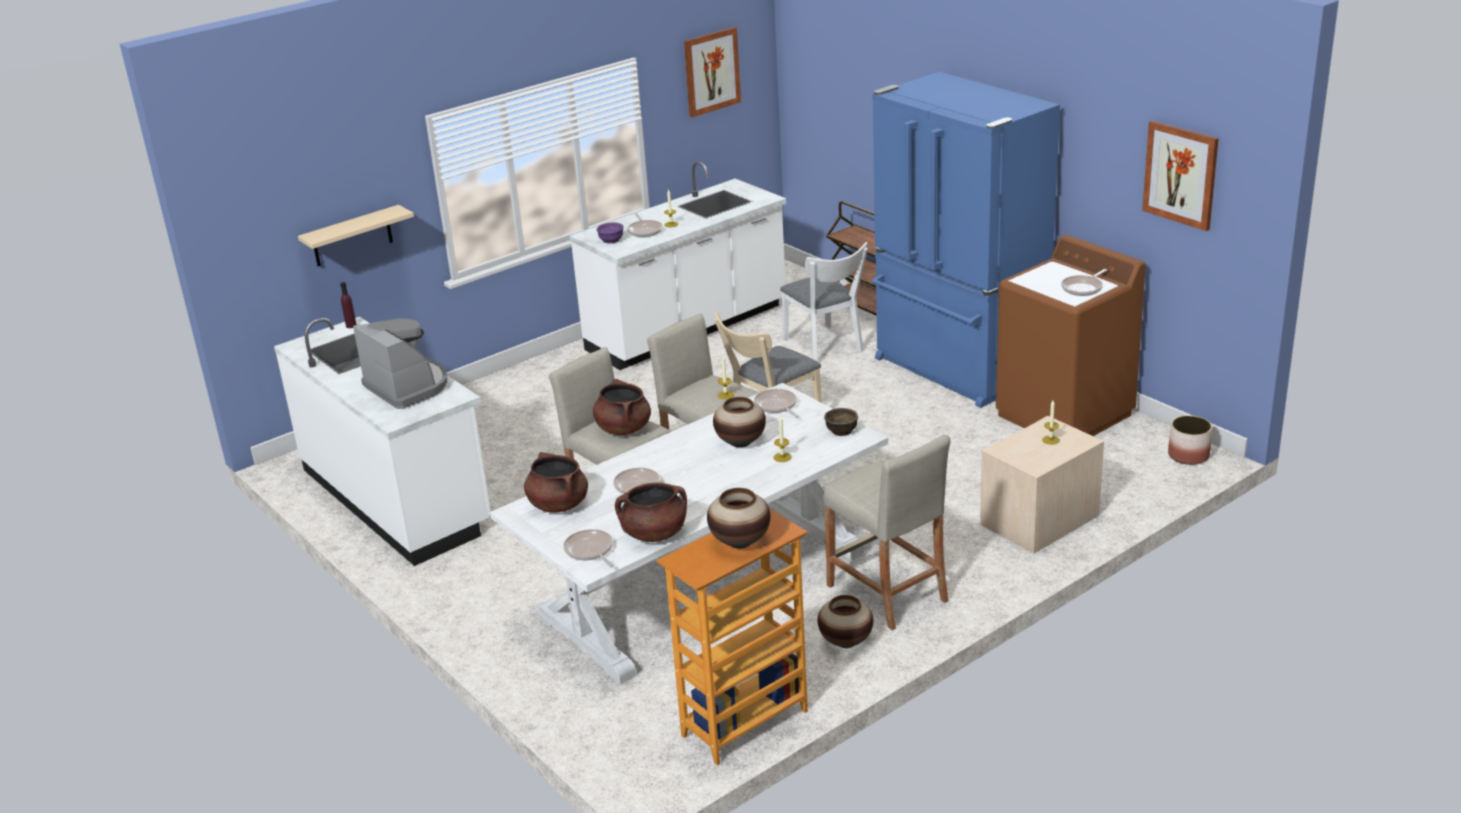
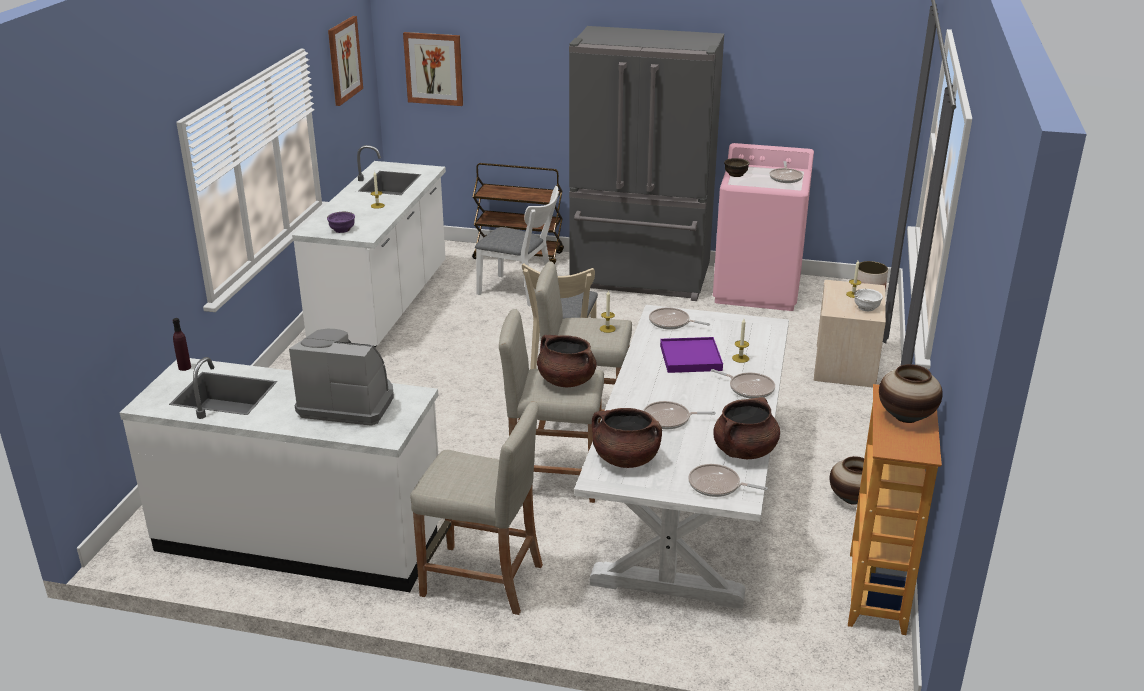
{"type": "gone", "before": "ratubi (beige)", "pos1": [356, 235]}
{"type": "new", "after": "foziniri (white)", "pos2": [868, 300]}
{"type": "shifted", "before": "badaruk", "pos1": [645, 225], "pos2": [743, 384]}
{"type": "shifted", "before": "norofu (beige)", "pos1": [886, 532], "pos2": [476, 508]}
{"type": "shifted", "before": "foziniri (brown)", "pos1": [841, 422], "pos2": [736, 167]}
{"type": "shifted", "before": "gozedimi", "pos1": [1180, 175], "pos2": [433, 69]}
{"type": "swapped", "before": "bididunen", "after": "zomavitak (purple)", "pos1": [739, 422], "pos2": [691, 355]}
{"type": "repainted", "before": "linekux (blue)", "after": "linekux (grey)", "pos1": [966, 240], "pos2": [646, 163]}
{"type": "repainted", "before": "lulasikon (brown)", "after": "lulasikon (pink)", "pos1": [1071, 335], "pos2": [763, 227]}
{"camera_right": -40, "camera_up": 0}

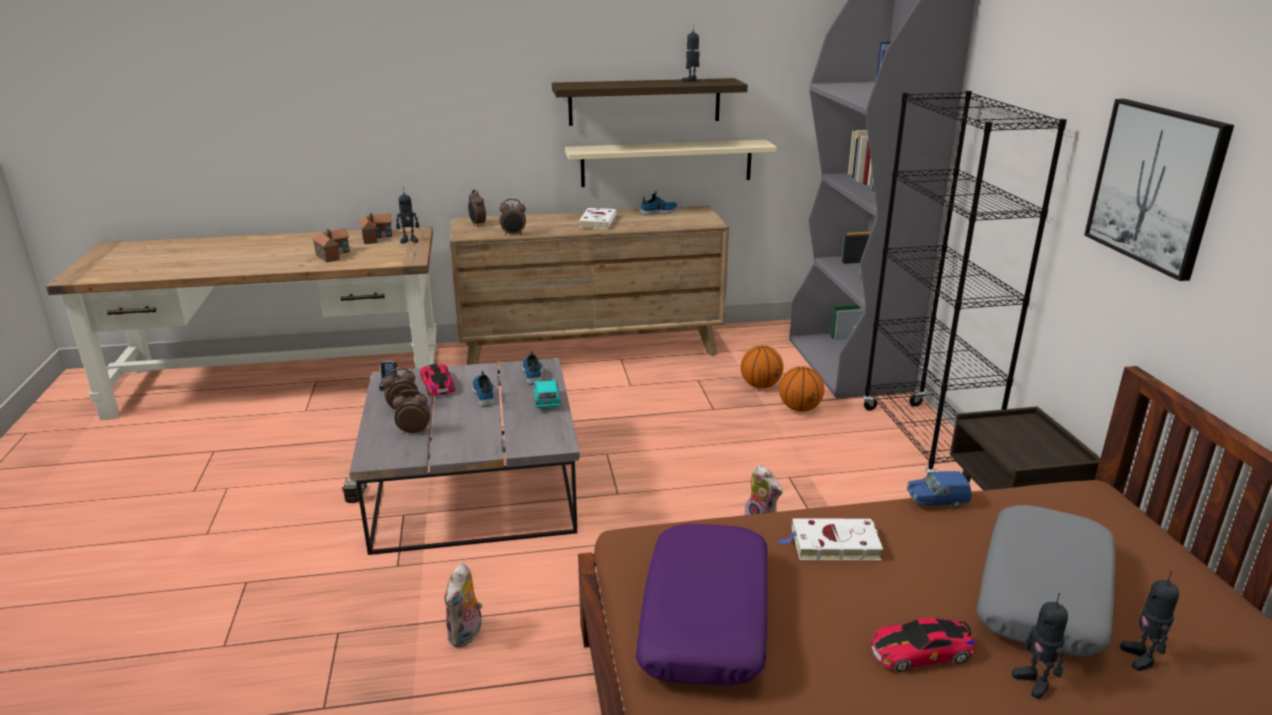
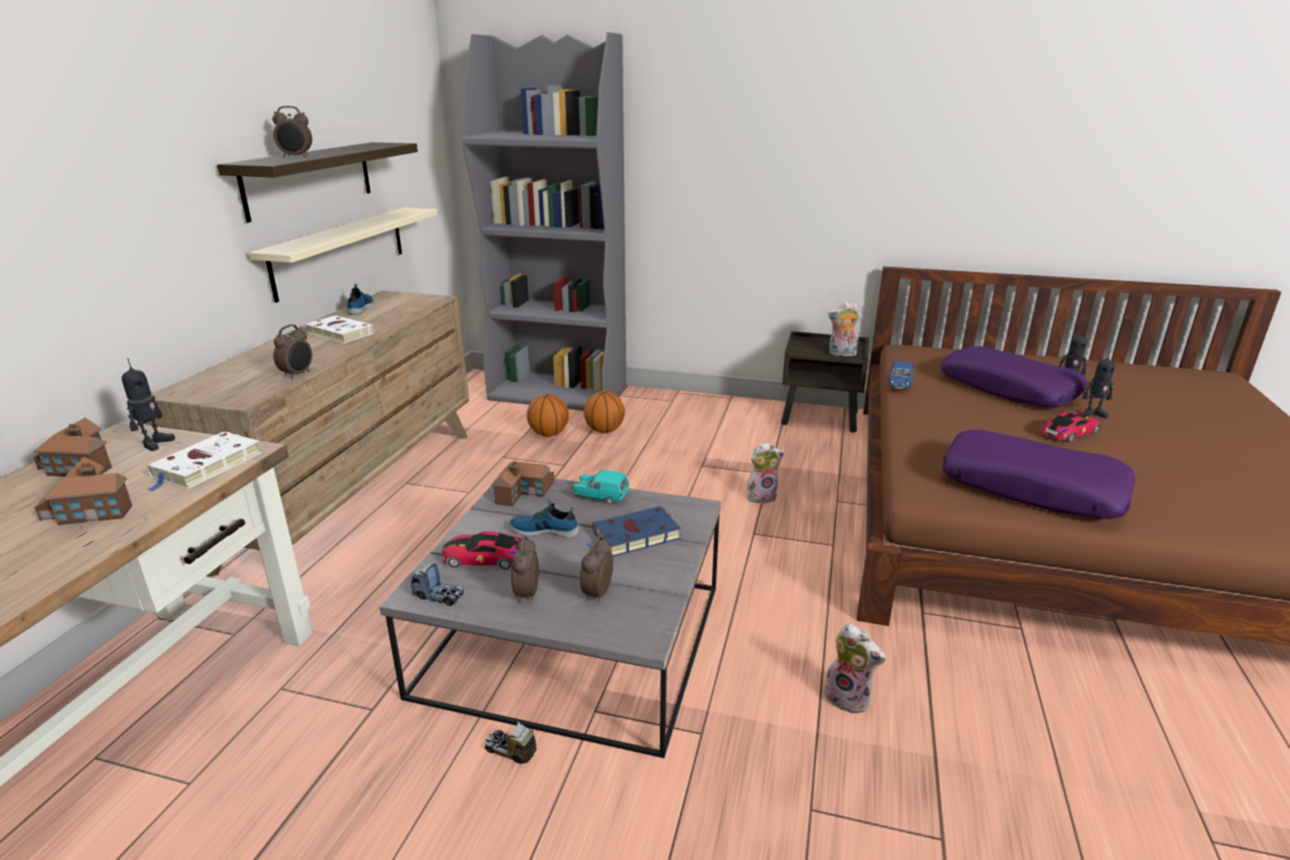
{"type": "gone", "before": "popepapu", "pos1": [690, 53]}
{"type": "gone", "before": "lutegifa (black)", "pos1": [965, 283]}
{"type": "gone", "before": "gozedimi", "pos1": [1159, 190]}
{"type": "new", "after": "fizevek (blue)", "pos2": [633, 531]}
{"type": "new", "after": "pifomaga", "pos2": [844, 329]}
{"type": "shifted", "before": "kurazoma", "pos1": [477, 208], "pos2": [292, 132]}
{"type": "shifted", "before": "fizevek (white)", "pos1": [830, 539], "pos2": [204, 462]}
{"type": "swapped", "before": "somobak", "after": "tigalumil", "pos1": [532, 367], "pos2": [522, 483]}
{"type": "repainted", "before": "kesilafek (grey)", "after": "kesilafek (purple)", "pos1": [1046, 580], "pos2": [1014, 376]}
{"type": "rotated", "before": "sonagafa", "pos1": [923, 645], "pos2": [1071, 427], "turn": -135}
{"camera_right": -65, "camera_up": 0}

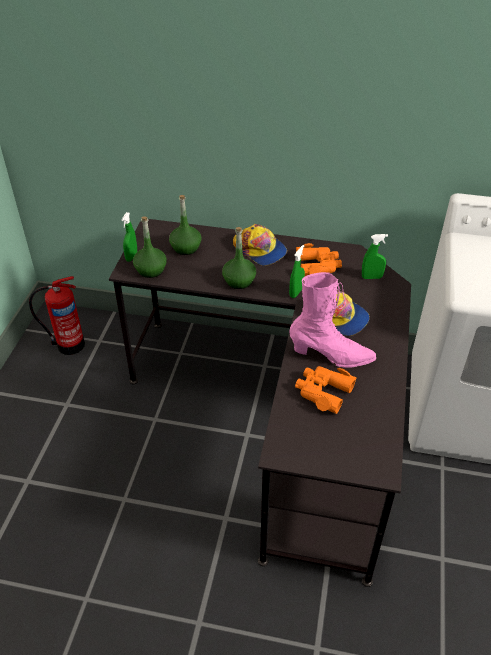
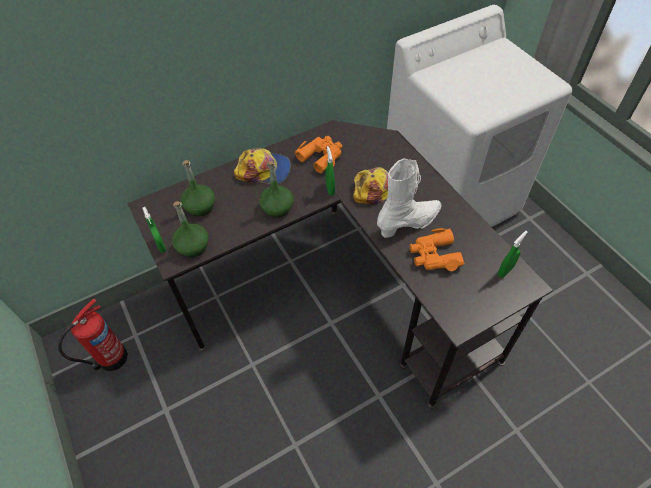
{"type": "shifted", "before": "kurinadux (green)", "pos1": [375, 256], "pos2": [513, 254]}
{"type": "repainted", "before": "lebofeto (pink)", "after": "lebofeto (white)", "pos1": [332, 320], "pos2": [409, 198]}
{"camera_right": -40, "camera_up": 10}

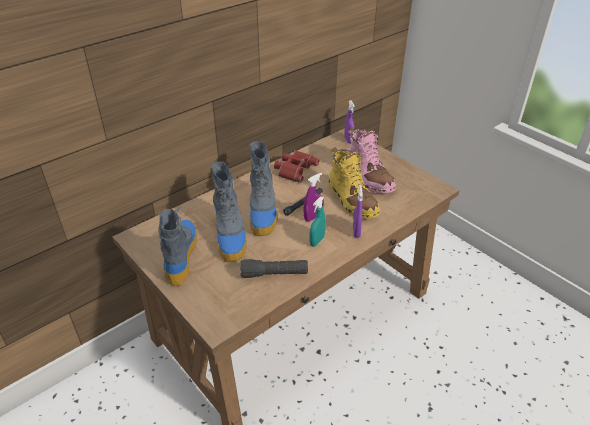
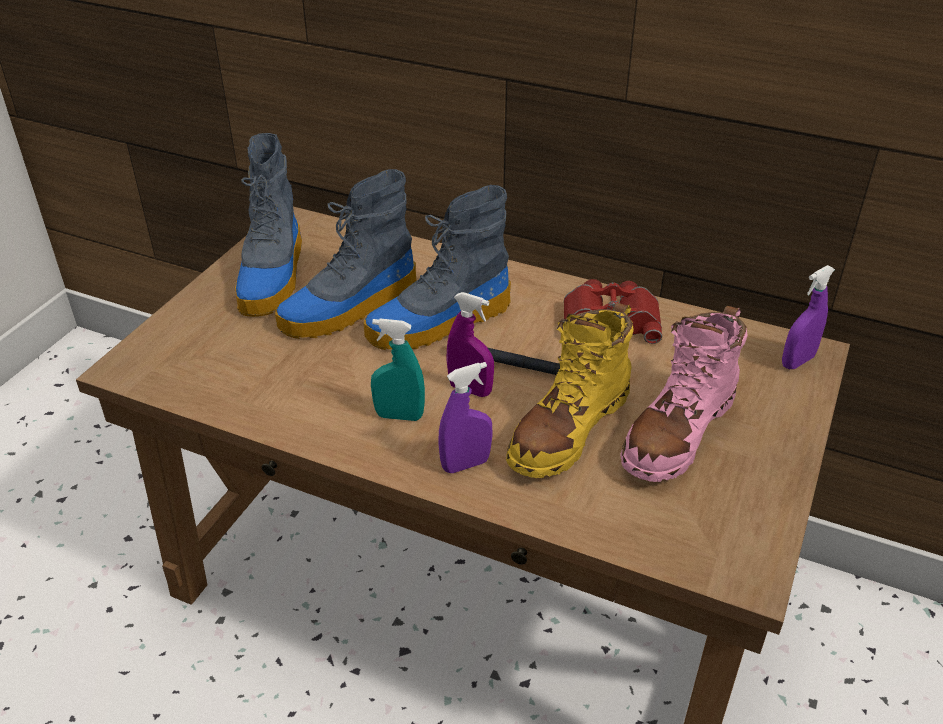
{"type": "gone", "before": "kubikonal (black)", "pos1": [274, 268]}
{"type": "rotated", "before": "lebofeto", "pos1": [177, 246], "pos2": [268, 225], "turn": 120}
{"camera_right": 65, "camera_up": 0}

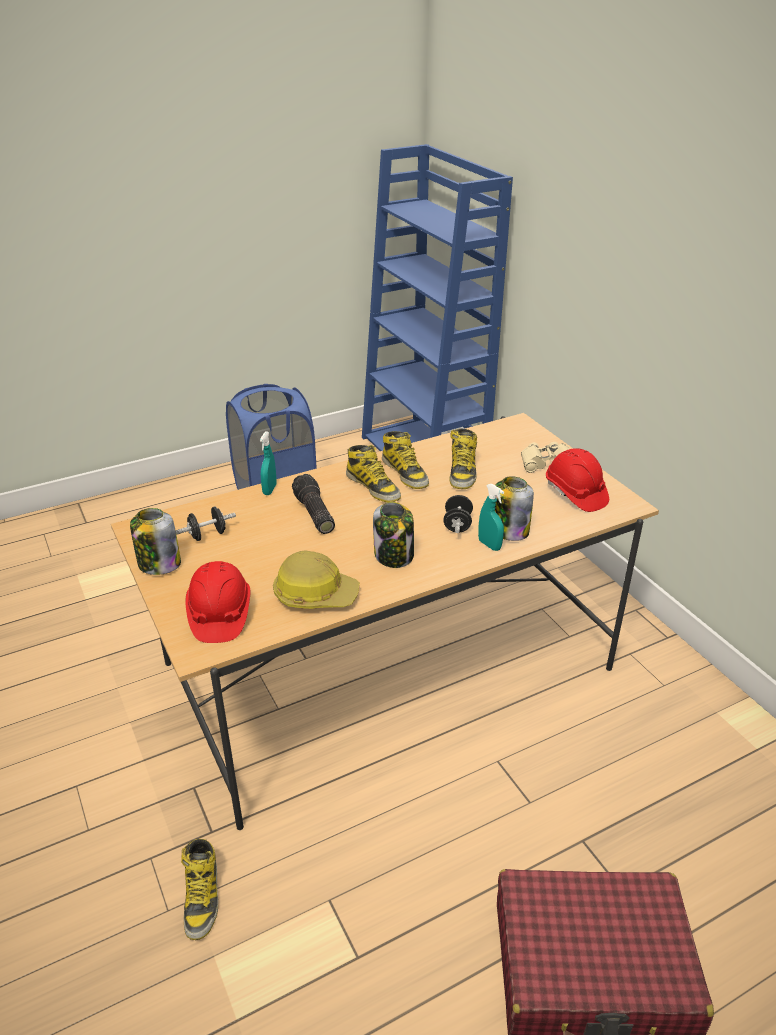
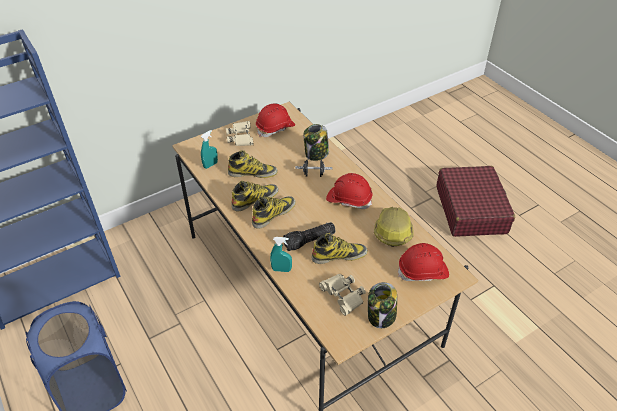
{"type": "shifted", "before": "lebofeto", "pos1": [199, 889], "pos2": [340, 248]}
{"type": "shifted", "before": "kurinadux (turquoise)", "pos1": [491, 517], "pos2": [209, 149]}
{"type": "swapped", "before": "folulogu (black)", "after": "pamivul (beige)", "pos1": [206, 524], "pos2": [342, 295]}
{"type": "swapped", "before": "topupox", "after": "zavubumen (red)", "pos1": [393, 535], "pos2": [349, 191]}
{"camera_right": -95, "camera_up": 10}

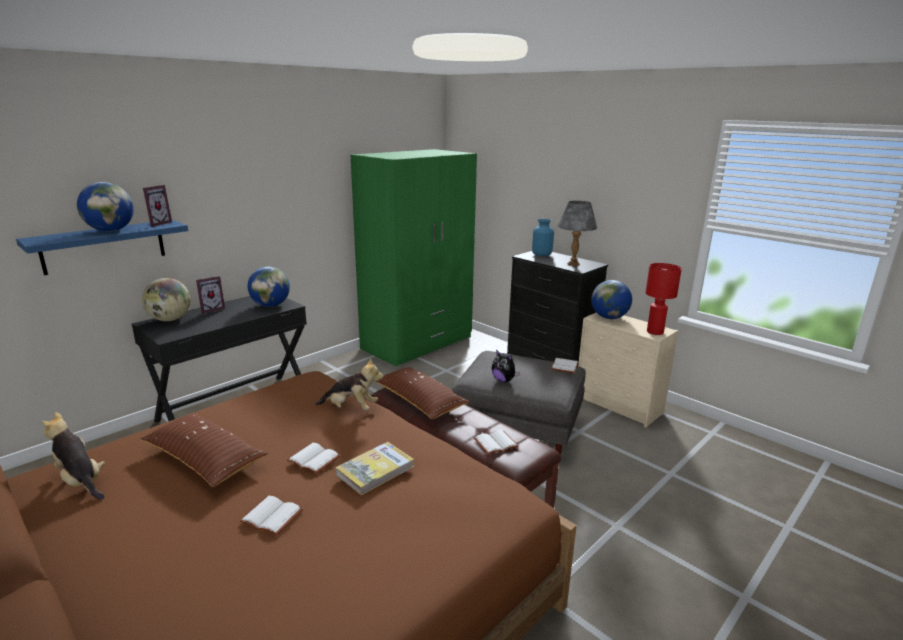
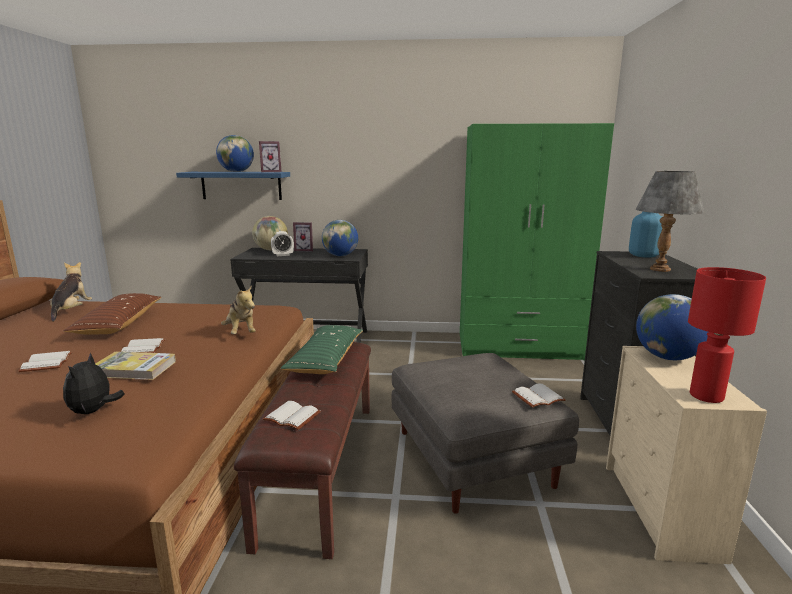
{"type": "new", "after": "kurazoma", "pos2": [282, 243]}
{"type": "shifted", "before": "pifomaga", "pos1": [506, 365], "pos2": [94, 383]}
{"type": "repainted", "before": "kesilafek (brown)", "after": "kesilafek (green)", "pos1": [422, 393], "pos2": [321, 349]}
{"camera_right": 50, "camera_up": -5}

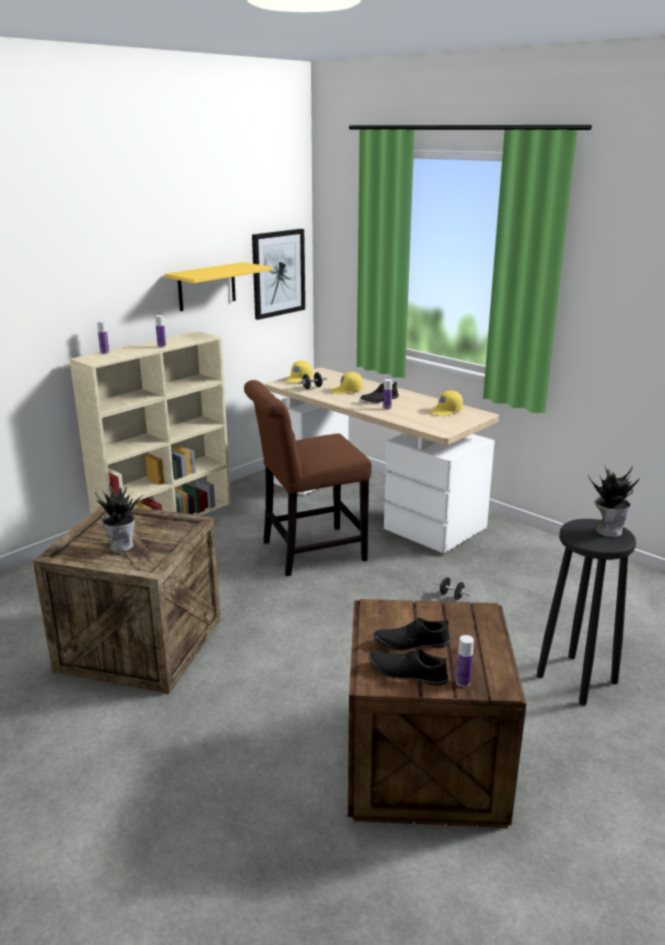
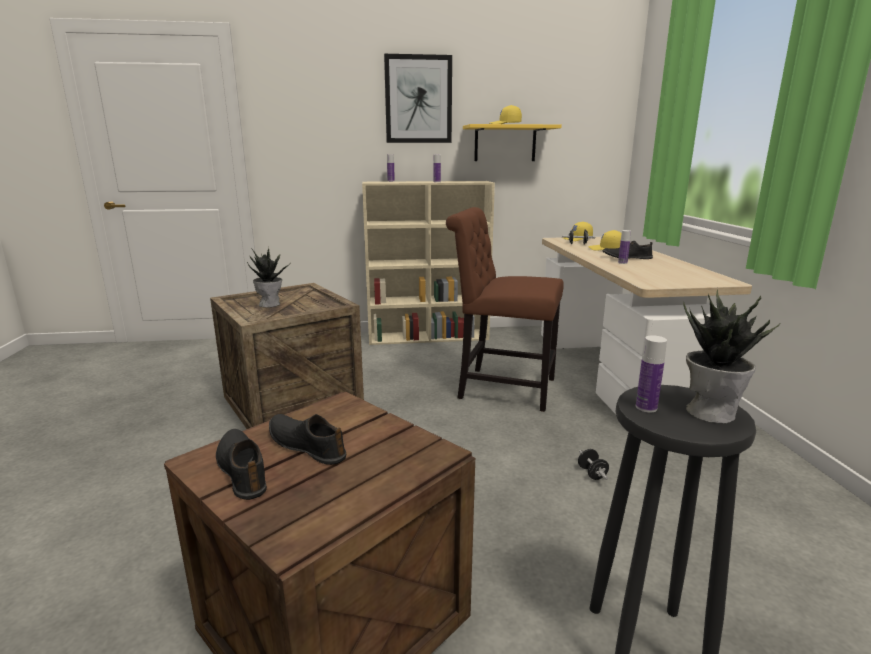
{"type": "shifted", "before": "gozedimi", "pos1": [278, 274], "pos2": [418, 98]}
{"type": "shifted", "before": "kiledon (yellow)", "pos1": [446, 403], "pos2": [506, 114]}
{"type": "shifted", "before": "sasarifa", "pos1": [465, 661], "pos2": [651, 374]}
{"camera_right": 40, "camera_up": -5}

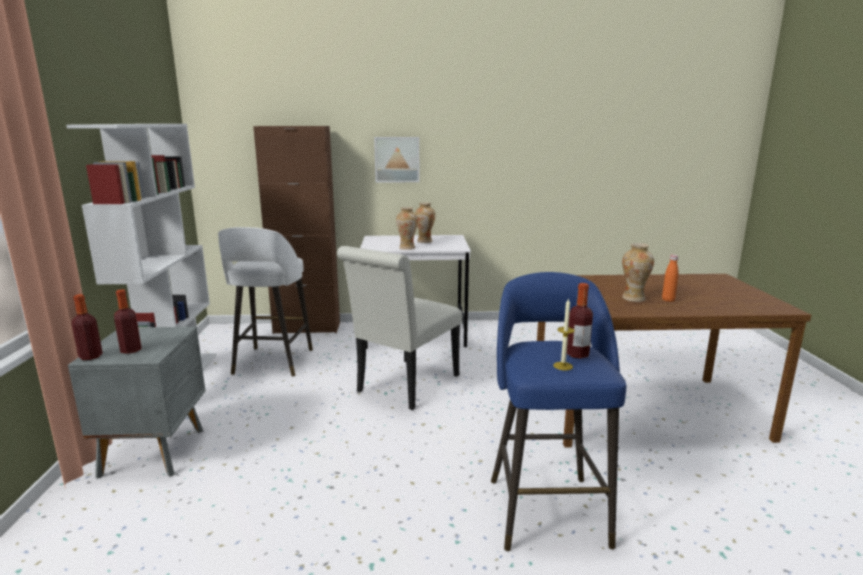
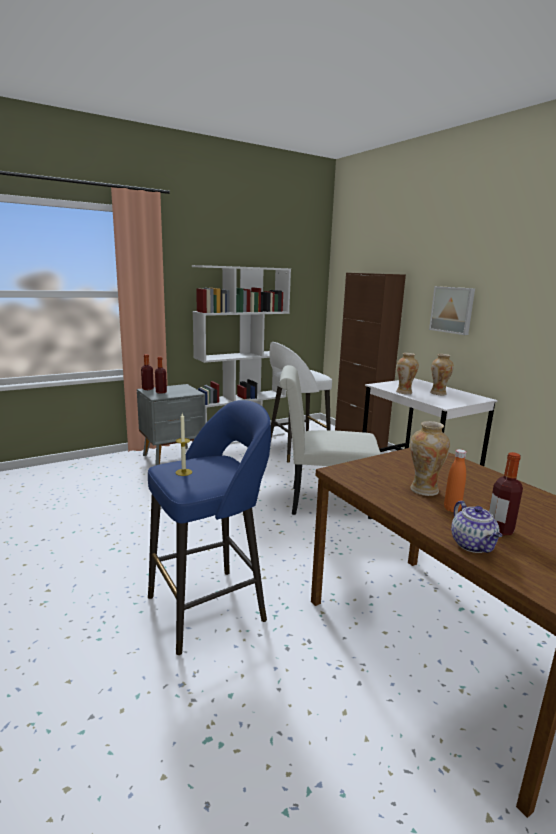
{"type": "new", "after": "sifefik", "pos2": [476, 527]}
{"type": "shifted", "before": "sasarifa", "pos1": [580, 321], "pos2": [506, 494]}
{"camera_right": 60, "camera_up": 0}

